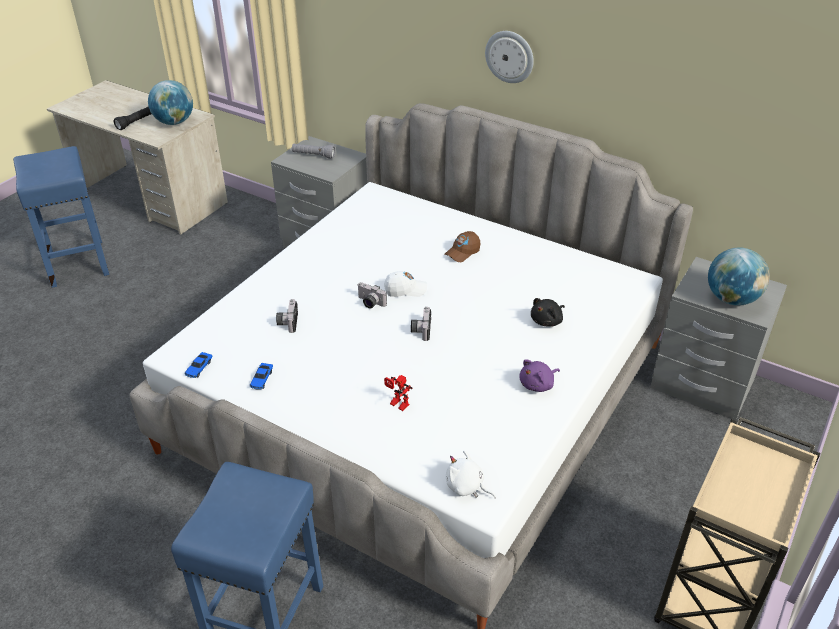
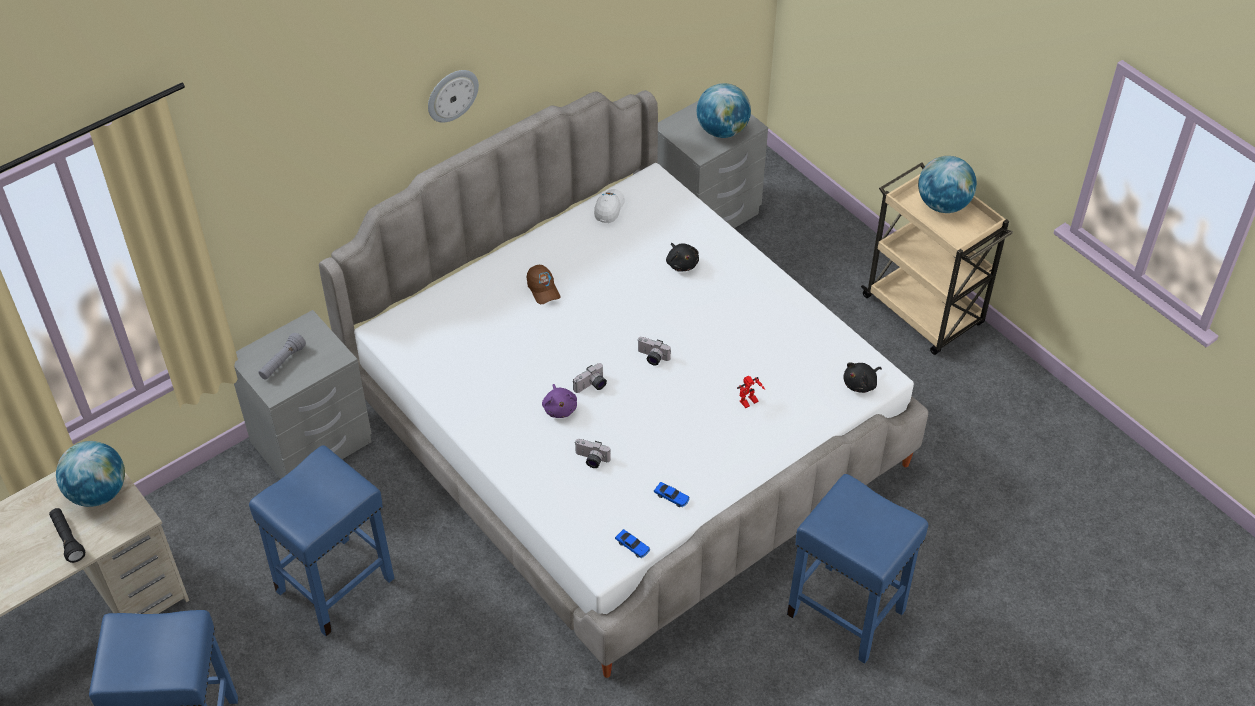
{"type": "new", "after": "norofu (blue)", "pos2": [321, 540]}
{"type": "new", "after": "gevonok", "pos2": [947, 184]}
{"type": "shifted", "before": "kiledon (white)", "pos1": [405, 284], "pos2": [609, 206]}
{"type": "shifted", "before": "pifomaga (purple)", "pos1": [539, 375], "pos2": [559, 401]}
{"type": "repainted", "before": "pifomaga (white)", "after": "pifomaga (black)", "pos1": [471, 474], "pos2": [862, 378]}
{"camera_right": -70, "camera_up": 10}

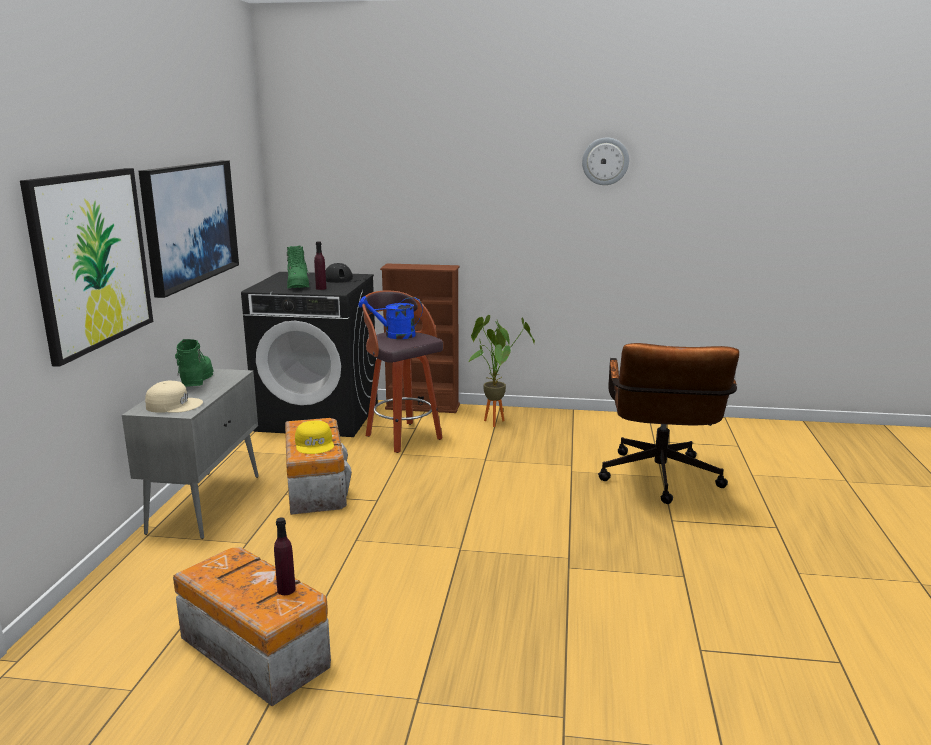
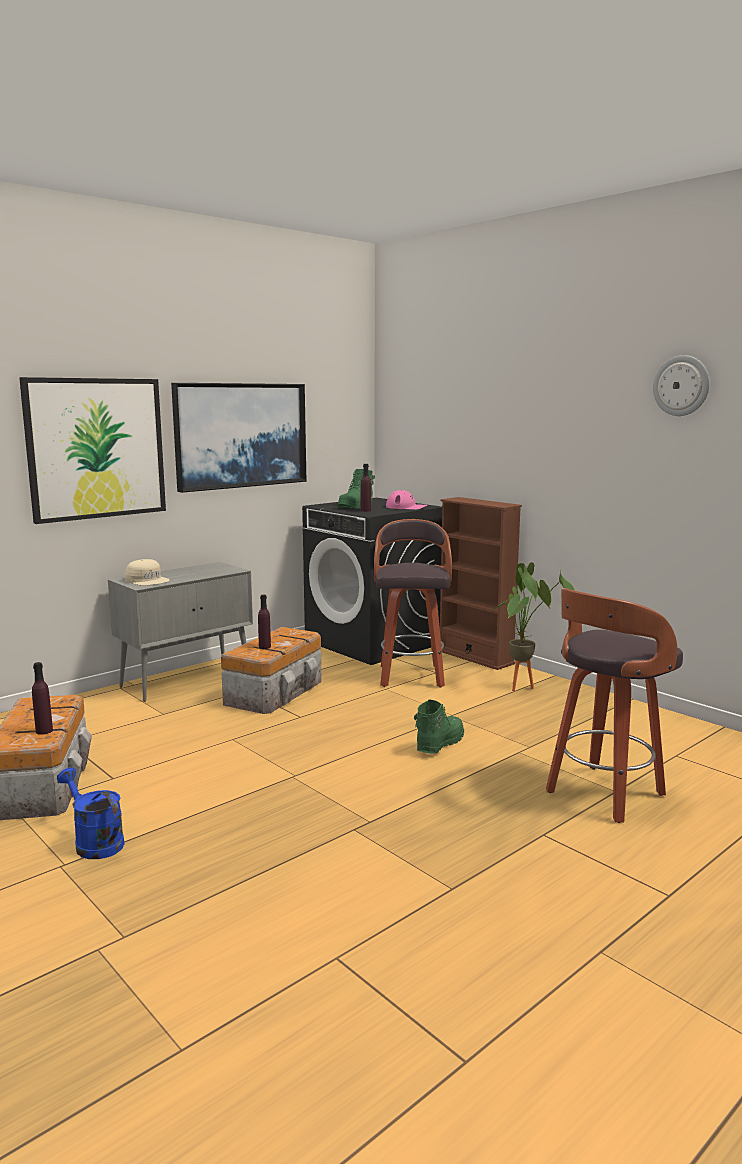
{"type": "shifted", "before": "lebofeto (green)", "pos1": [194, 363], "pos2": [439, 727]}
{"type": "shifted", "before": "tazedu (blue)", "pos1": [390, 317], "pos2": [91, 813]}
{"type": "swapped", "before": "kiledon (yellow)", "after": "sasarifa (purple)", "pos1": [314, 437], "pos2": [264, 622]}
{"type": "swapped", "before": "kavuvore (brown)", "after": "norofu", "pos1": [668, 423], "pos2": [614, 705]}
{"type": "repainted", "before": "kiledon (black)", "after": "kiledon (pink)", "pos1": [345, 273], "pos2": [406, 500]}
{"camera_right": 40, "camera_up": -5}

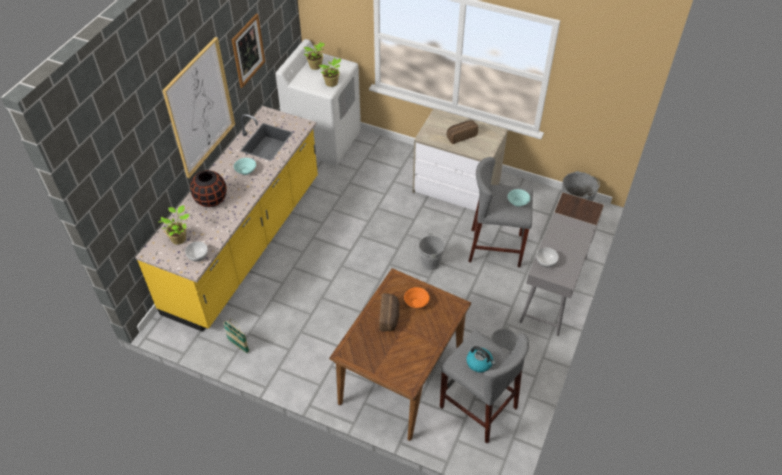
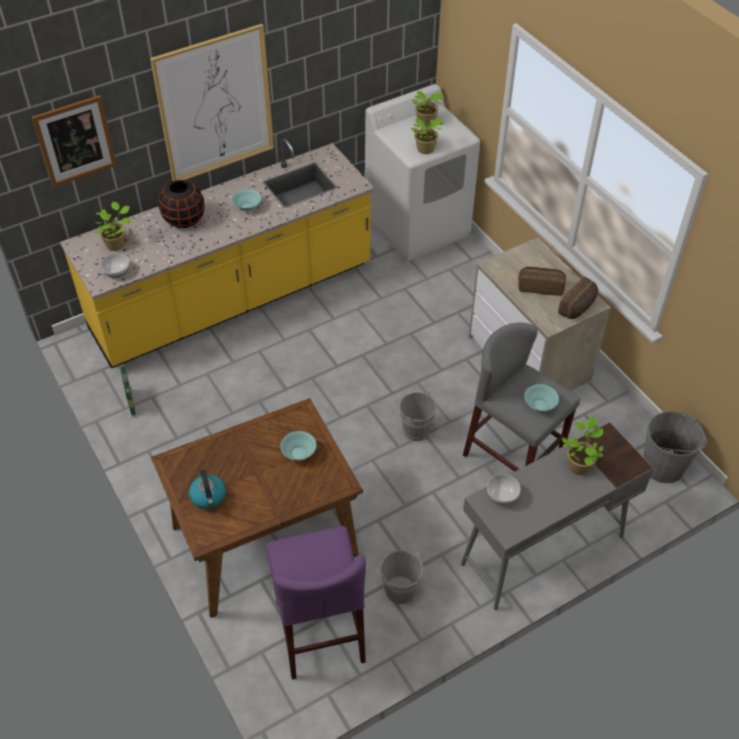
{"type": "new", "after": "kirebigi", "pos2": [582, 445]}
{"type": "shifted", "before": "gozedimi", "pos1": [248, 51], "pos2": [74, 141]}
{"type": "shifted", "before": "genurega", "pos1": [389, 312], "pos2": [578, 298]}
{"type": "shifted", "before": "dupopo", "pos1": [481, 359], "pos2": [207, 489]}
{"type": "repainted", "before": "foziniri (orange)", "after": "foziniri (turquoise)", "pos1": [417, 297], "pos2": [299, 445]}
{"type": "repainted", "before": "norofu (grey)", "after": "norofu (purple)", "pos1": [484, 387], "pos2": [316, 603]}
{"camera_right": 35, "camera_up": 0}

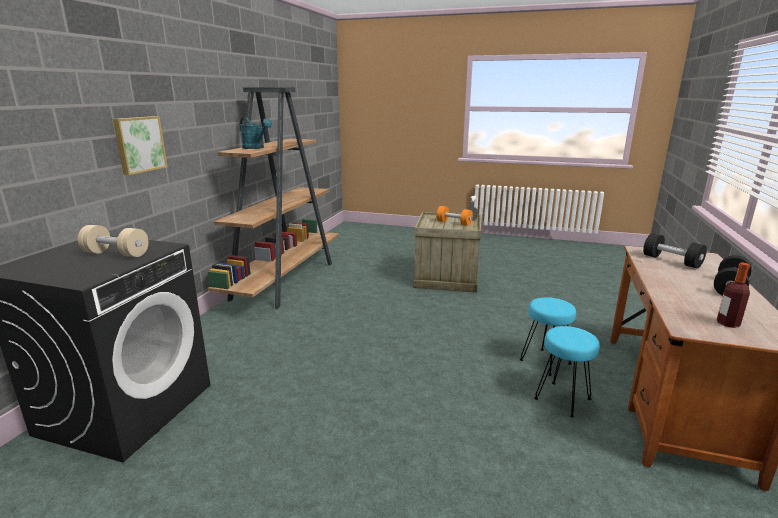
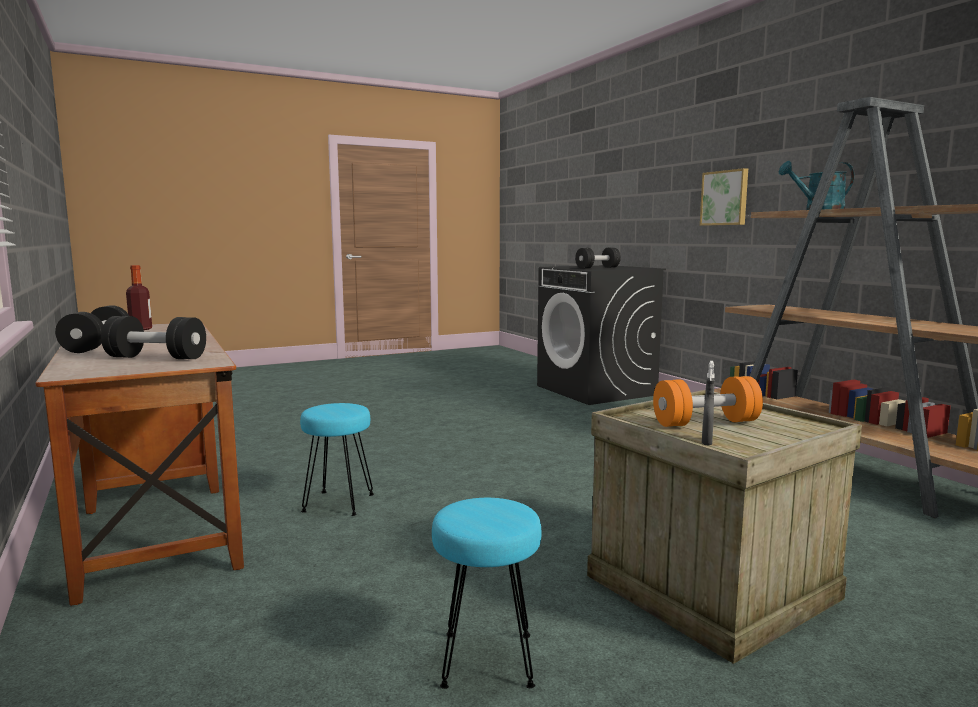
{"type": "shifted", "before": "norofu (turquoise)", "pos1": [567, 371], "pos2": [487, 593]}
{"type": "repainted", "before": "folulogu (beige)", "after": "folulogu (black)", "pos1": [113, 241], "pos2": [598, 258]}
{"camera_right": 135, "camera_up": -10}

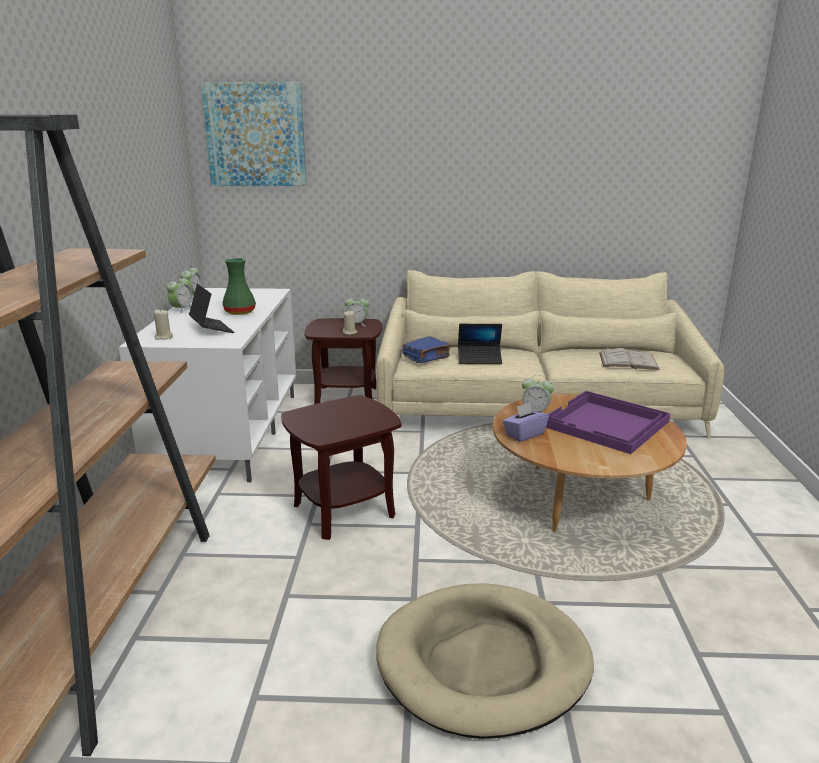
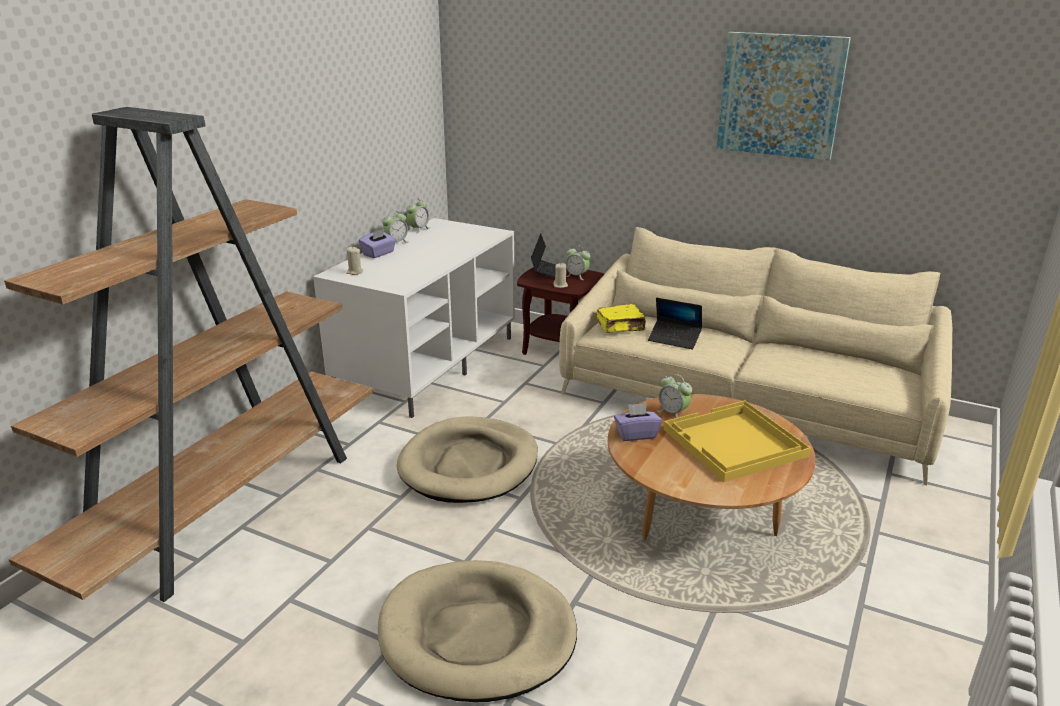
{"type": "gone", "before": "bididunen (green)", "pos1": [239, 286]}
{"type": "gone", "before": "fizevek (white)", "pos1": [629, 359]}
{"type": "new", "after": "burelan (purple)", "pos2": [377, 243]}
{"type": "shifted", "before": "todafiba", "pos1": [211, 308], "pos2": [543, 255]}
{"type": "shifted", "before": "gozedimi", "pos1": [254, 134], "pos2": [783, 96]}
{"type": "swapped", "before": "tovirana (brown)", "after": "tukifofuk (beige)", "pos1": [341, 467], "pos2": [467, 459]}
{"type": "repainted", "before": "fizevek (blue)", "after": "fizevek (yellow)", "pos1": [426, 349], "pos2": [621, 318]}
{"type": "repainted", "before": "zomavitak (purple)", "after": "zomavitak (yellow)", "pos1": [608, 422], "pos2": [737, 441]}
{"camera_right": 25, "camera_up": 5}

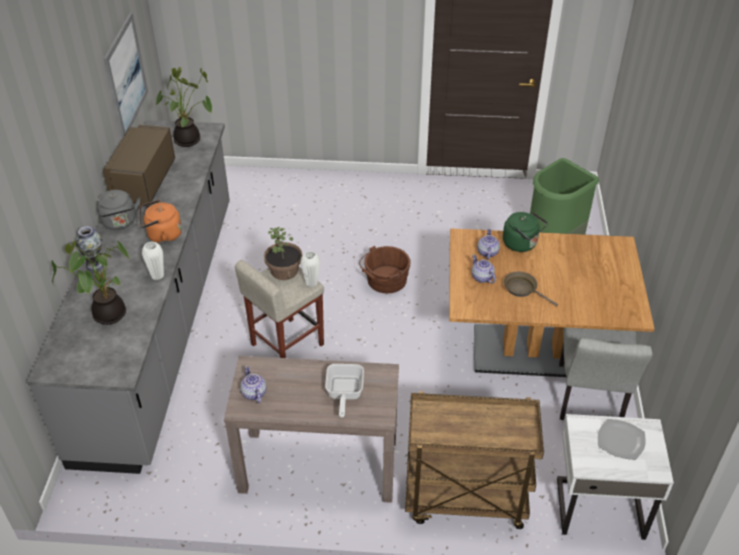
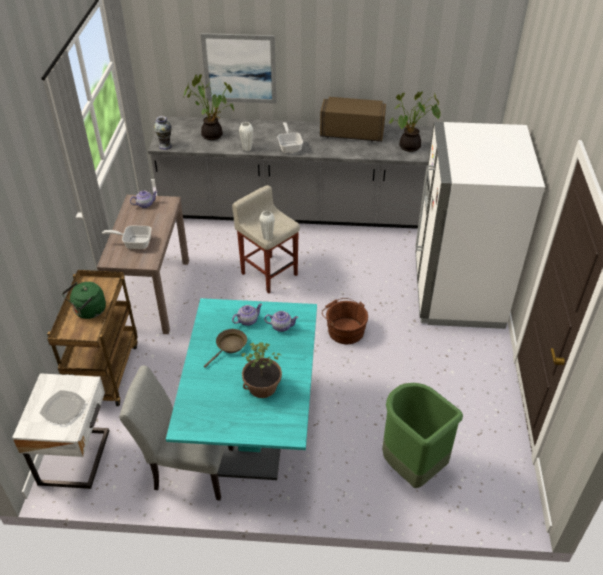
{"type": "gone", "before": "dupopo (grey)", "pos1": [119, 210]}
{"type": "new", "after": "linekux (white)", "pos2": [480, 225]}
{"type": "shifted", "before": "bididunen", "pos1": [89, 248], "pos2": [163, 133]}
{"type": "shifted", "before": "gozedimi", "pos1": [126, 75], "pos2": [238, 68]}
{"type": "shifted", "before": "kirebigi", "pos1": [283, 253], "pos2": [261, 370]}
{"type": "shifted", "before": "dupopo (green)", "pos1": [525, 232], "pos2": [84, 300]}
{"type": "swapped", "before": "dupopo (orange)", "after": "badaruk", "pos1": [160, 221], "pos2": [290, 137]}
{"type": "repainted", "before": "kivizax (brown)", "after": "kivizax (turquoise)", "pos1": [552, 302], "pos2": [241, 389]}
{"camera_right": 90, "camera_up": 0}

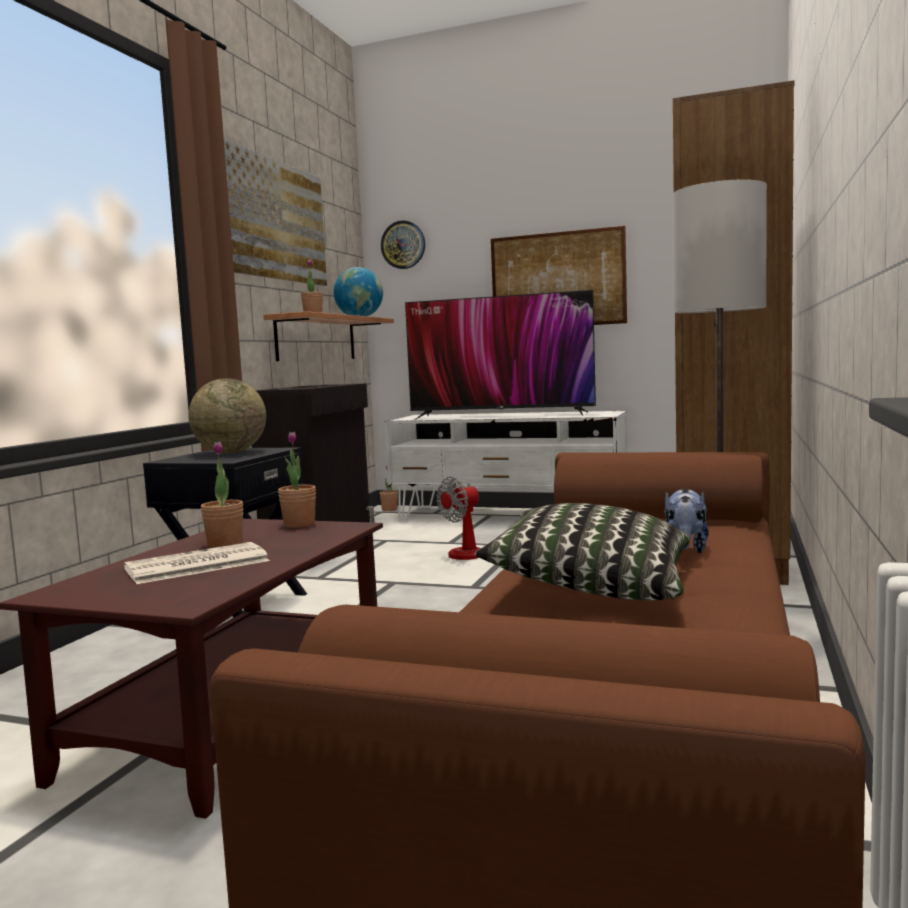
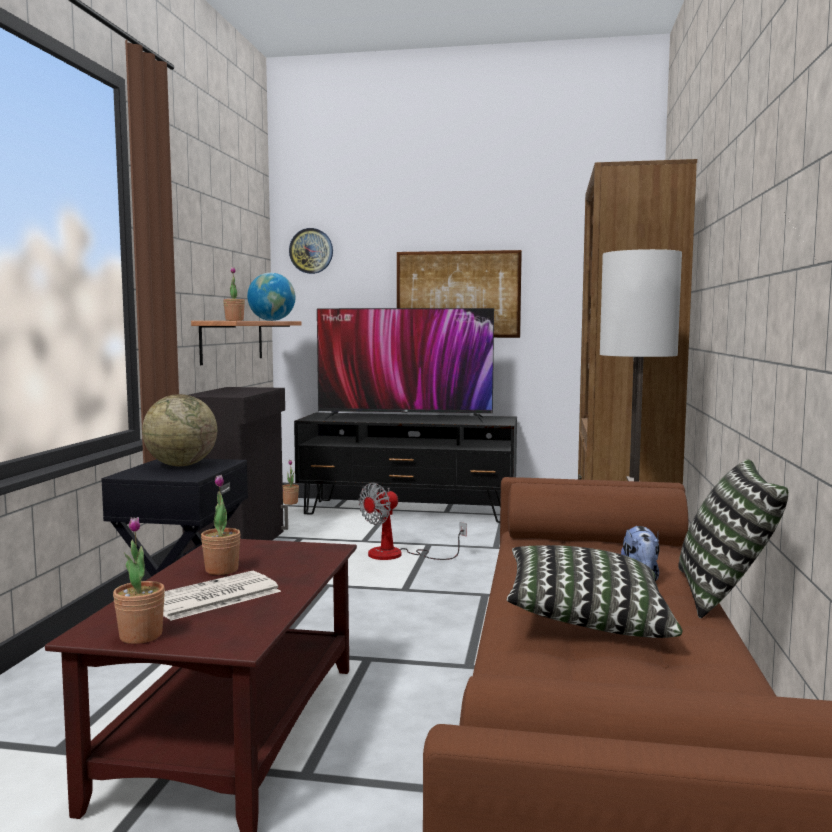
{"type": "gone", "before": "gozedimi", "pos1": [275, 212]}
{"type": "new", "after": "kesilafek", "pos2": [733, 539]}
{"type": "shifted", "before": "kirebigi", "pos1": [297, 480], "pos2": [139, 580]}
{"type": "repainted", "before": "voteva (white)", "after": "voteva (black)", "pos1": [506, 465], "pos2": [405, 467]}
{"camera_right": -10, "camera_up": 0}

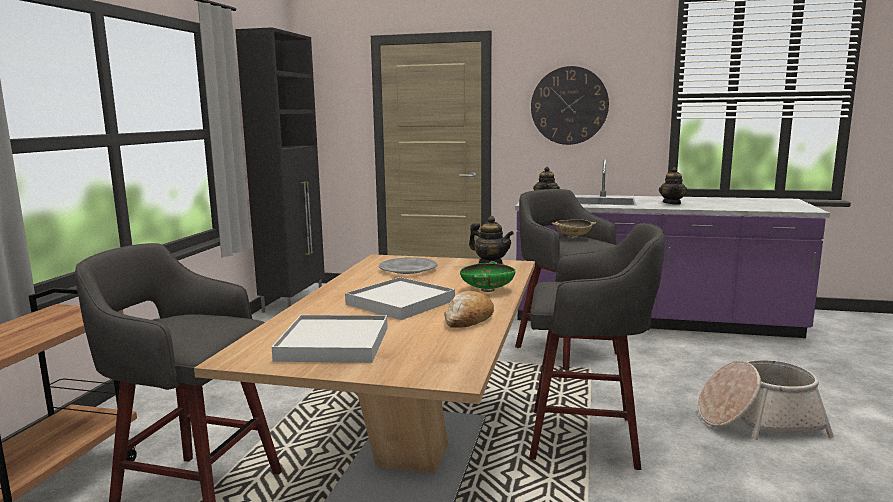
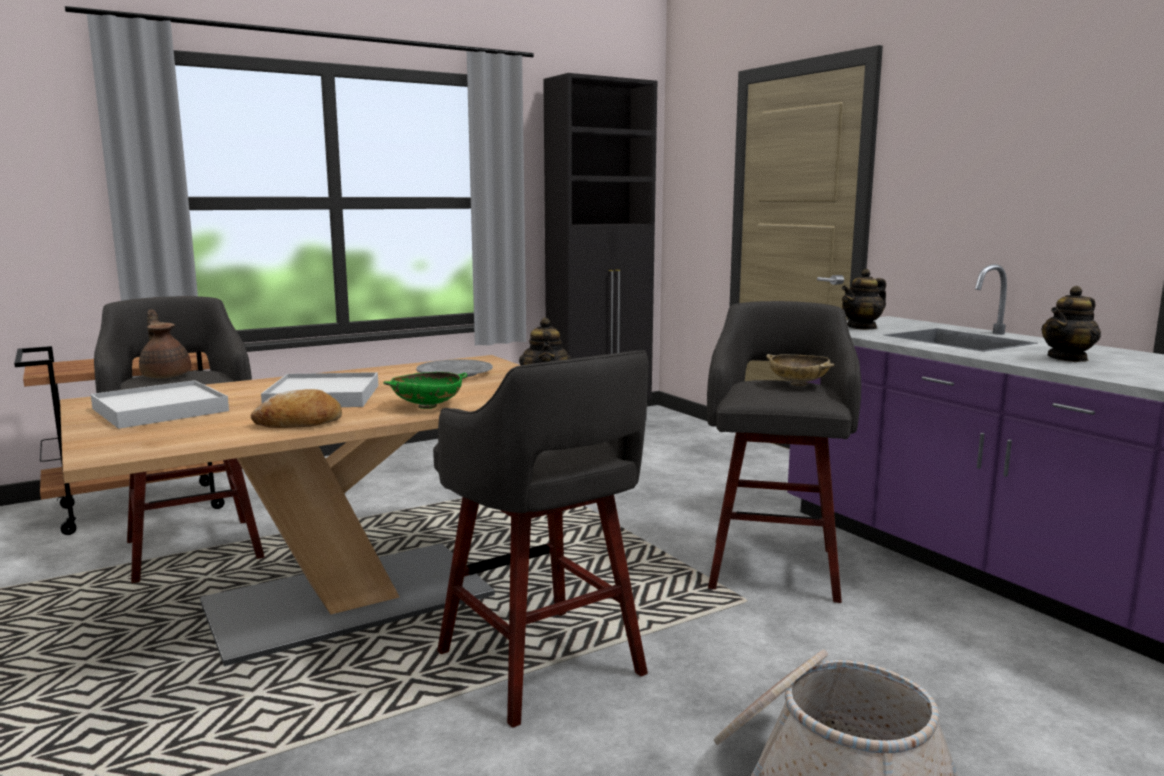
{"type": "gone", "before": "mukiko", "pos1": [570, 105]}
{"type": "new", "after": "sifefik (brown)", "pos2": [165, 343]}
{"camera_right": 45, "camera_up": 0}

